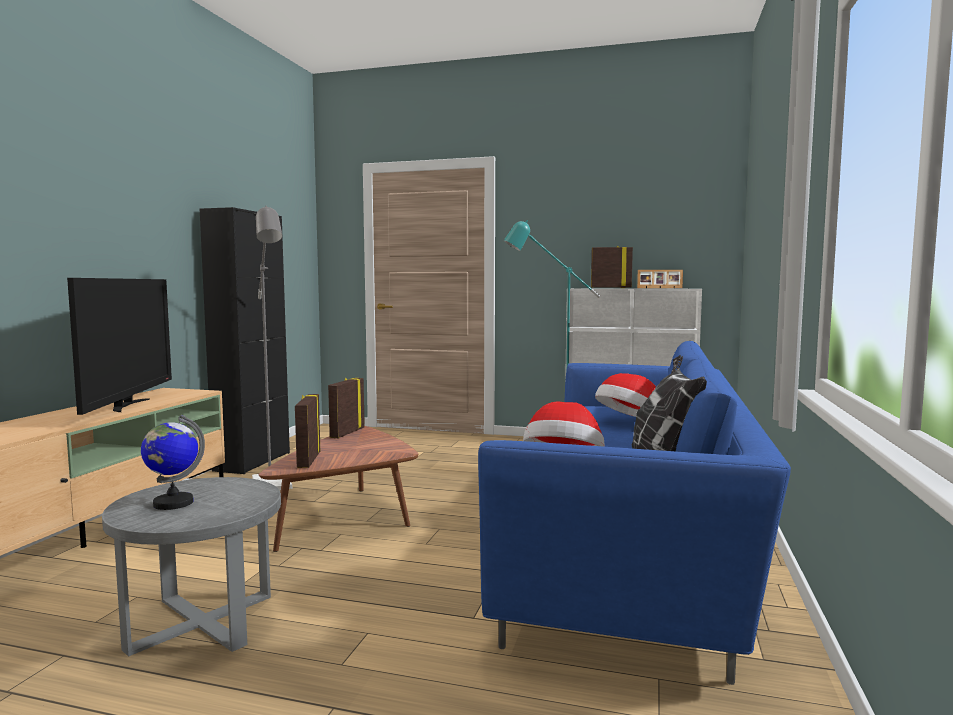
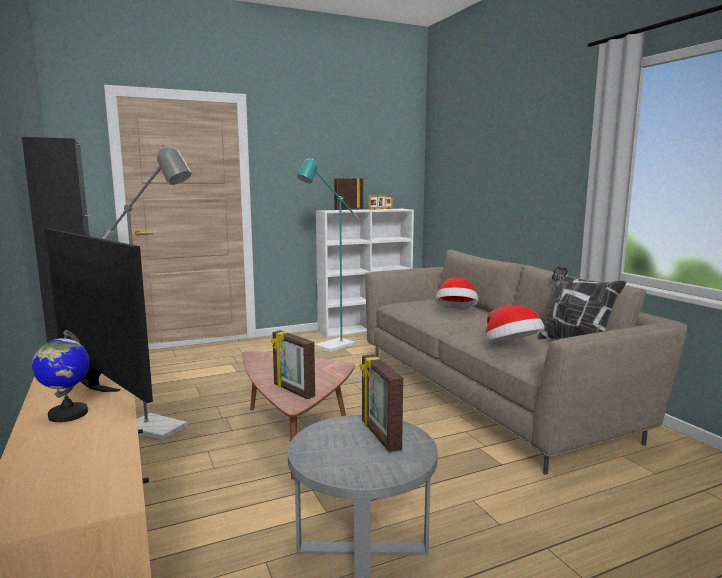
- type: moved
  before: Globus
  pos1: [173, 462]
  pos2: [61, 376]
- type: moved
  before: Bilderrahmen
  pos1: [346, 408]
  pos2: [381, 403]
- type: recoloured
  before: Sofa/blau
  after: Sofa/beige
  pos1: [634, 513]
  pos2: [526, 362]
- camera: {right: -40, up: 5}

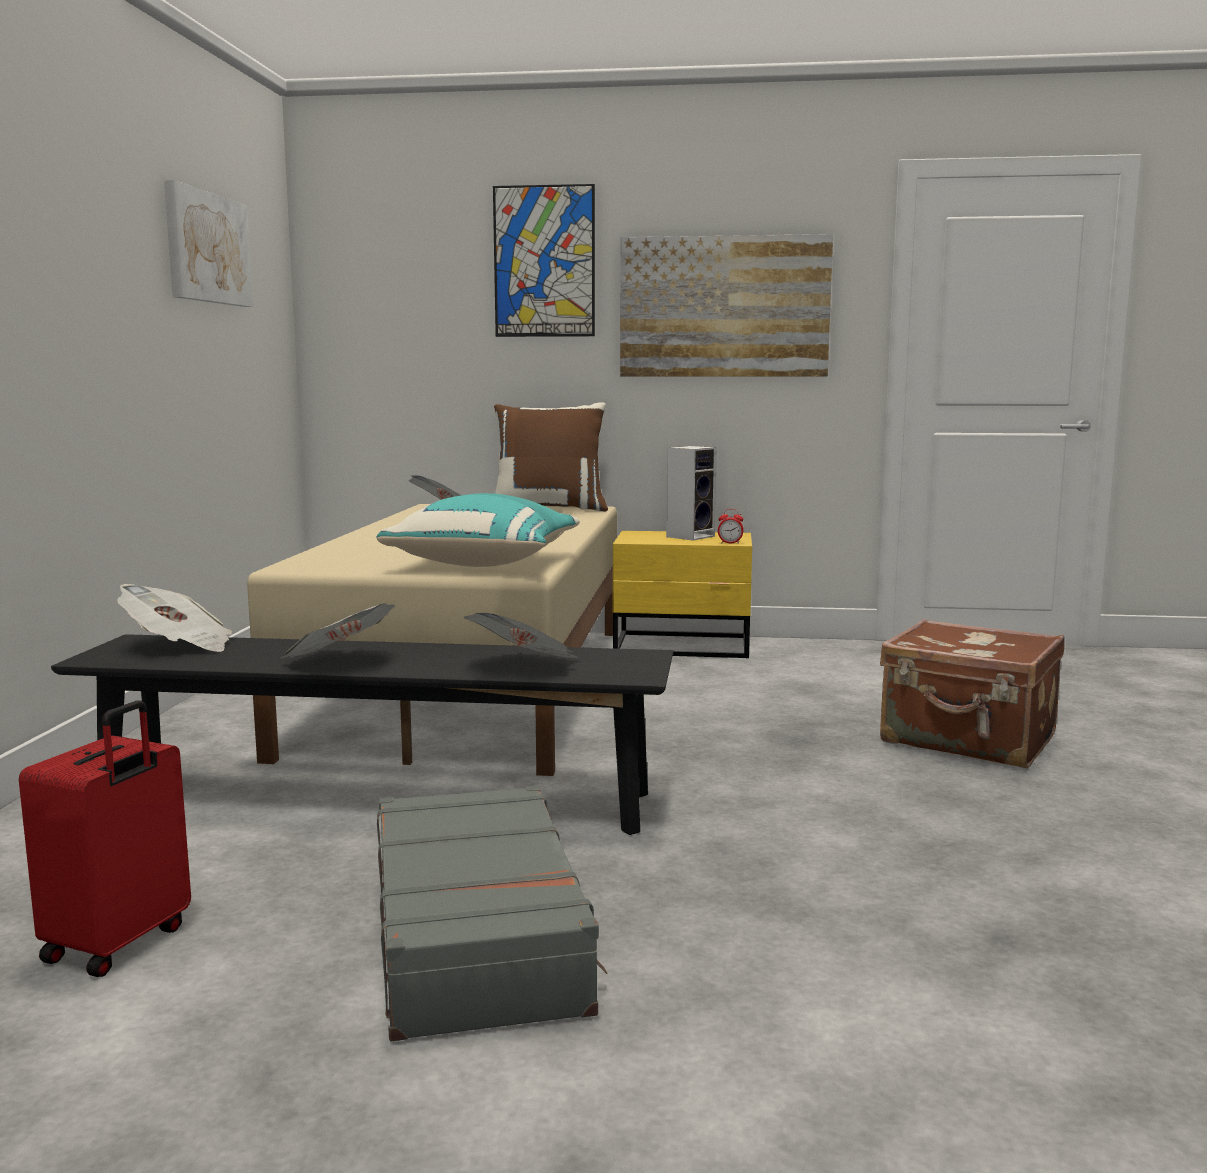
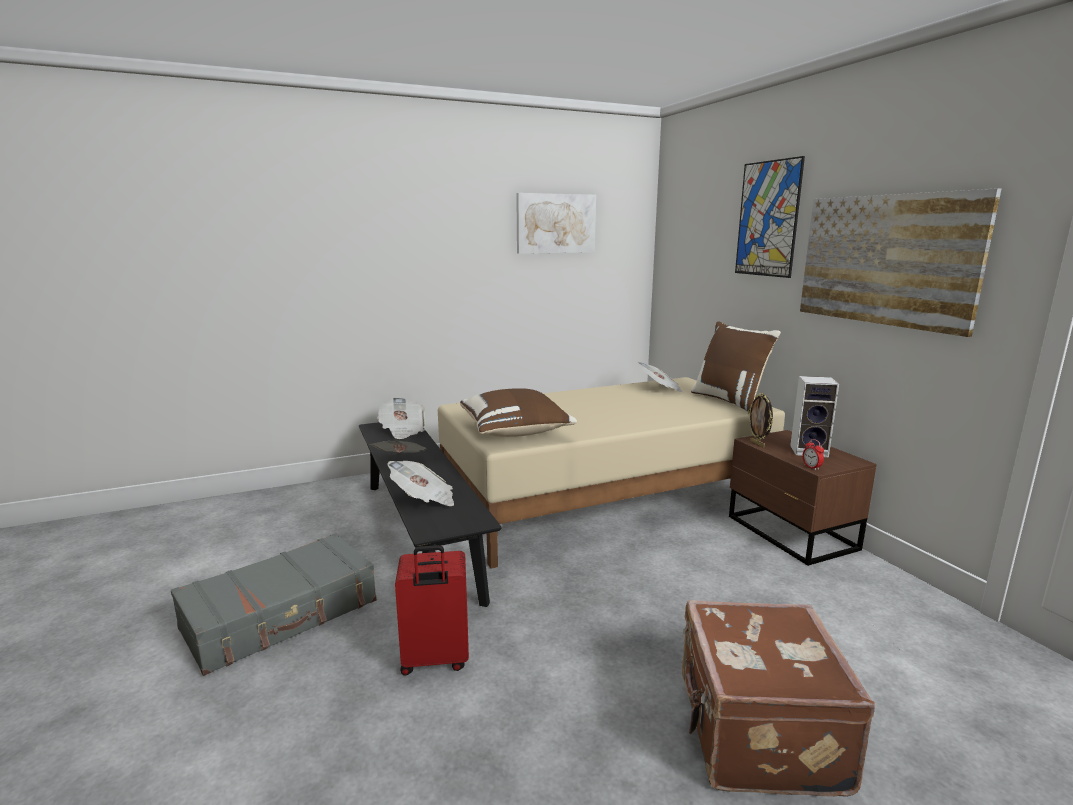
- type: moved
  before: Koffer/rot
  pos1: [105, 839]
  pos2: [432, 610]
- type: recoloured
  before: Kissen/türkis
  after: Kissen/braun
  pos1: [478, 530]
  pos2: [518, 412]
- type: recoloured
  before: Nachttisch/gelb
  after: Nachttisch/braun
  pos1: [682, 594]
  pos2: [803, 498]
- type: added
  after: Bilderrahmen
  pos2: [760, 420]
- camera: {right: 60, up: 5}

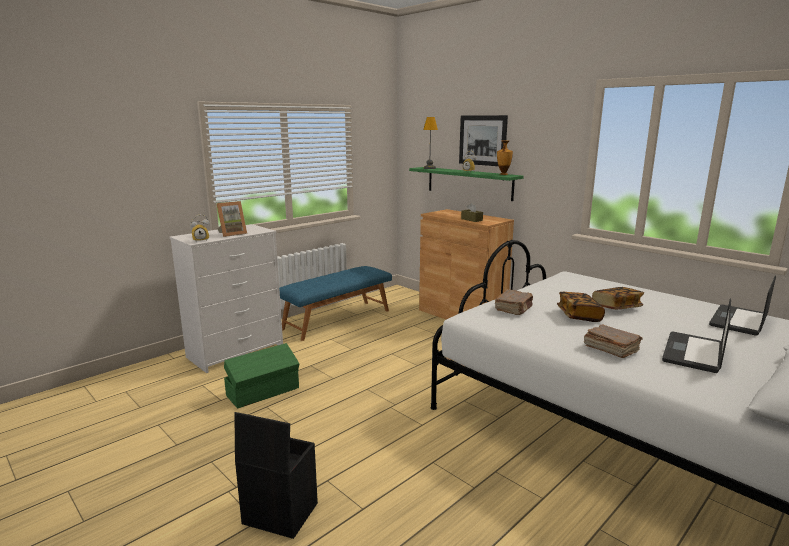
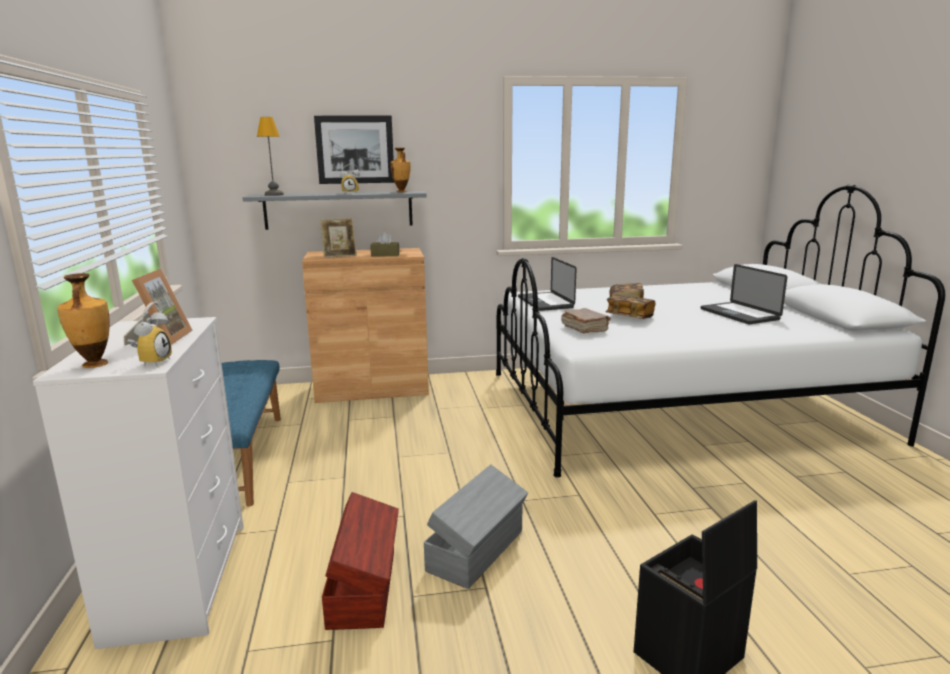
- type: recoloured
  before: Aufbewahrungsbox/grün
  after: Aufbewahrungsbox/braun
  pos1: [261, 376]
  pos2: [360, 561]
- type: recoloured
  before: Wandregal/grün
  after: Wandregal/grau
  pos1: [466, 184]
  pos2: [335, 210]
- type: removed
  before: Buch/braun
  pos1: [613, 341]
- type: moved
  before: Laptop
  pos1: [742, 305]
  pos2: [547, 284]
- type: added
  after: Vase
  pos2: [83, 320]
- type: added
  after: Bilderrahmen
  pos2: [338, 238]
- type: added
  after: Aufbewahrungsbox/grau
  pos2: [476, 526]
- camera: {right: -55, up: 0}

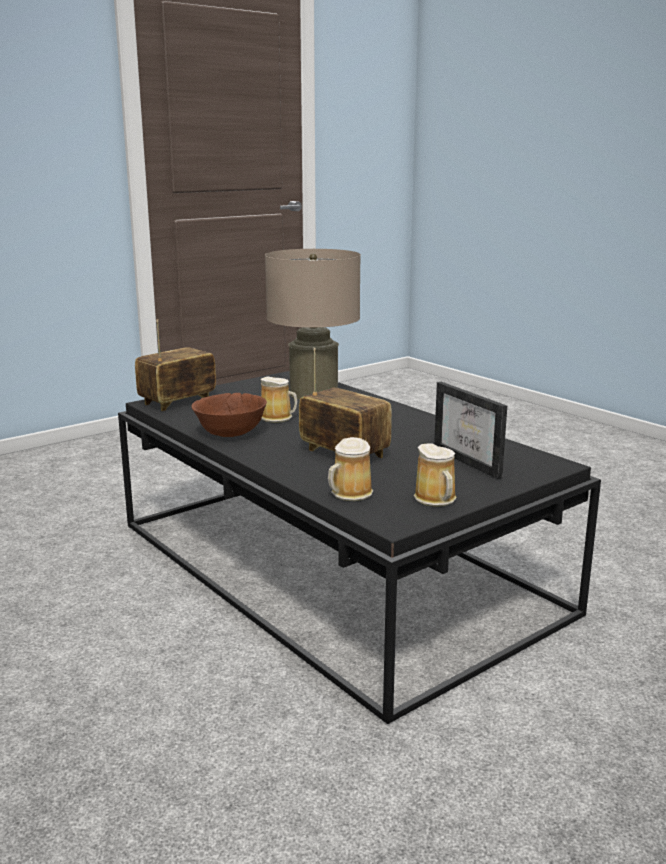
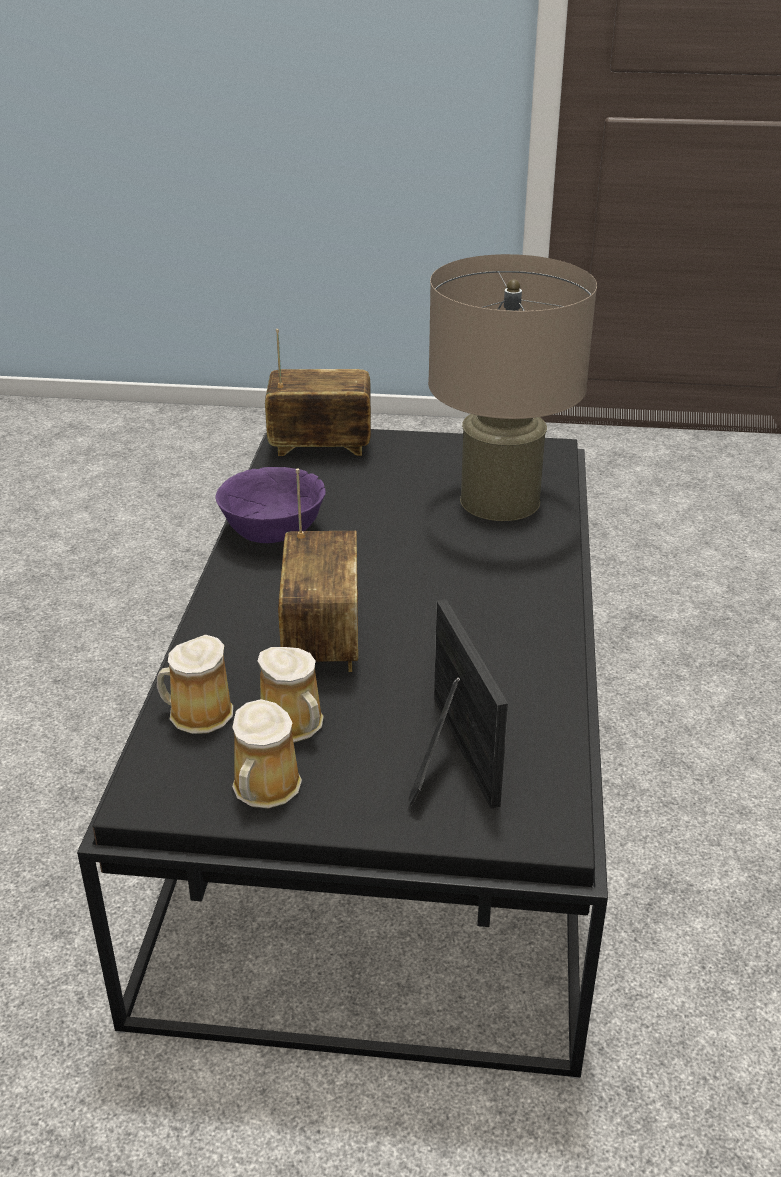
- type: recoloured
  before: Schüssel/braun
  after: Schüssel/lila
  pos1: [229, 415]
  pos2: [270, 505]
- type: moved
  before: Henkelbecher
  pos1: [279, 399]
  pos2: [291, 694]
- type: turned
  before: Bilderrahmen
  pos1: [470, 430]
  pos2: [459, 704]
  turn: 150
- camera: {right: 45, up: 15}

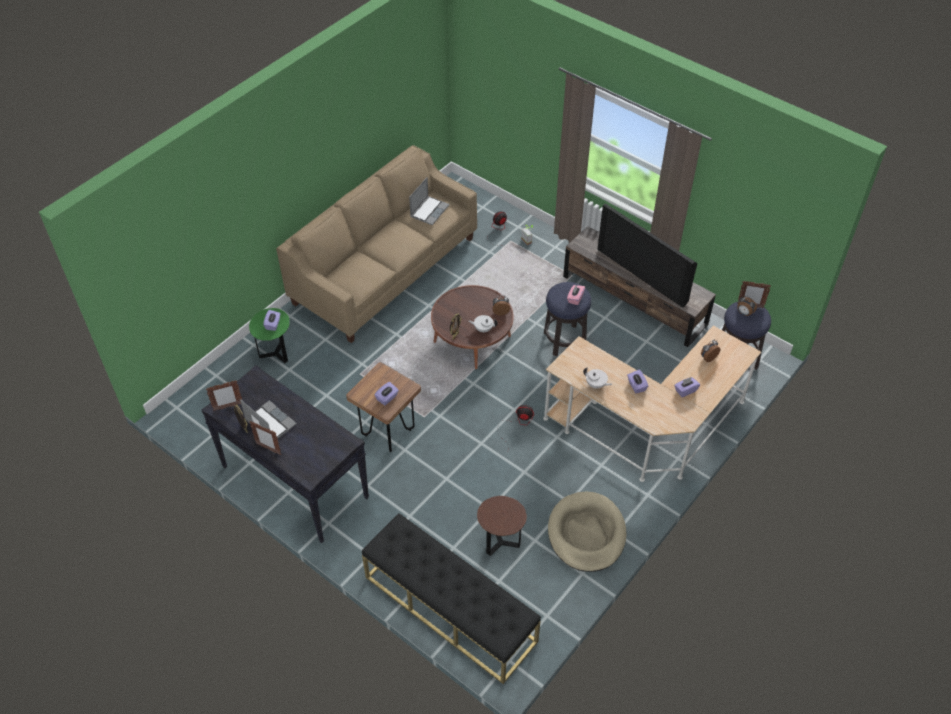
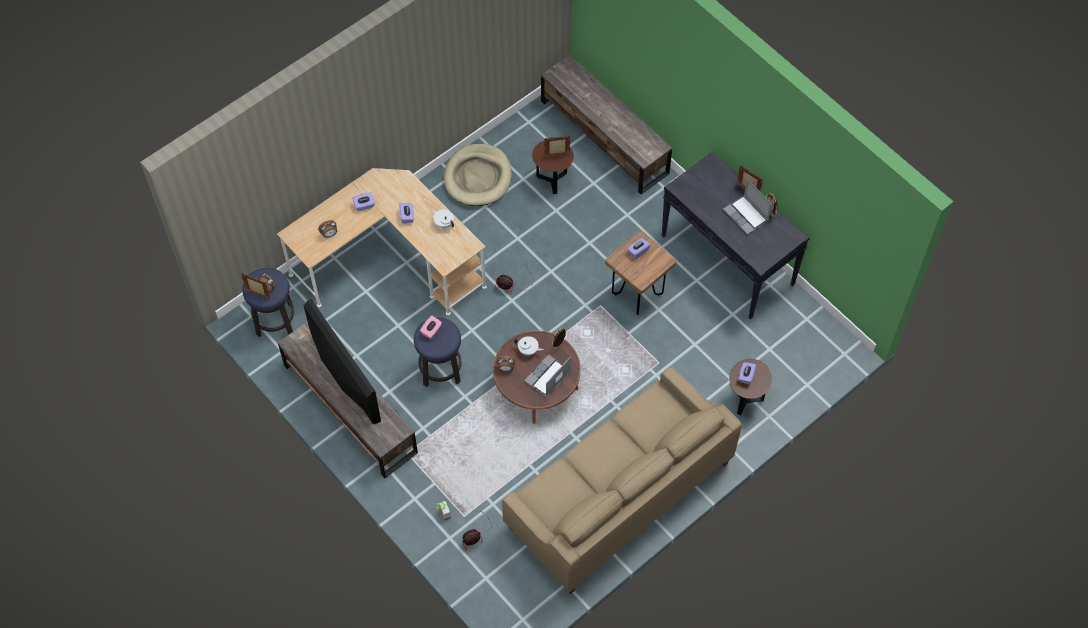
- type: moved
  before: Bilderrahmen
  pos1: [224, 395]
  pos2: [557, 146]
- type: recoloured
  before: Beistelltisch/grün
  after: Beistelltisch/braun
  pos1: [269, 335]
  pos2: [750, 387]
- type: replaced
  before: Bank/schwarz
  after: Fernsehschrank/braun
  pos1: [451, 598]
  pos2: [606, 125]
- type: moved
  before: Laptop
  pos1: [429, 201]
  pos2: [547, 375]
- camera: {right: -170, up: 10}

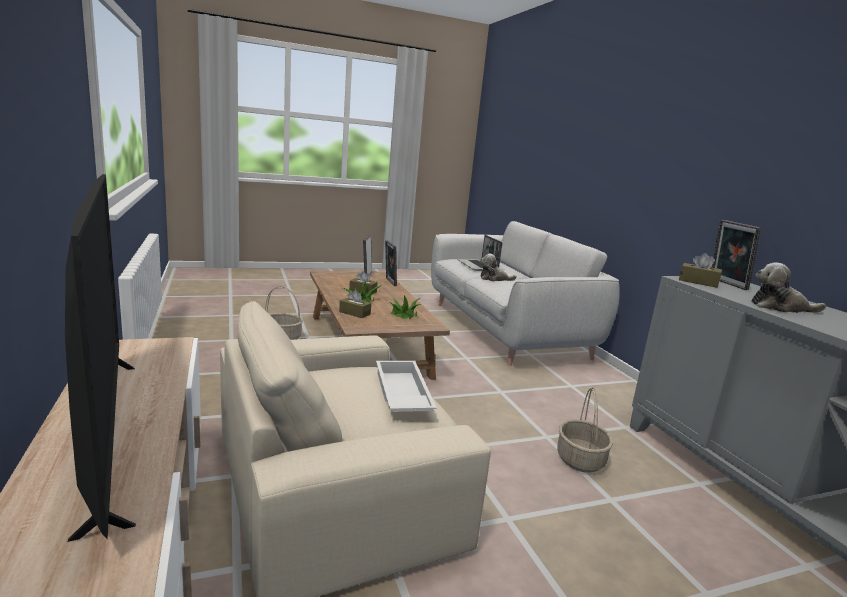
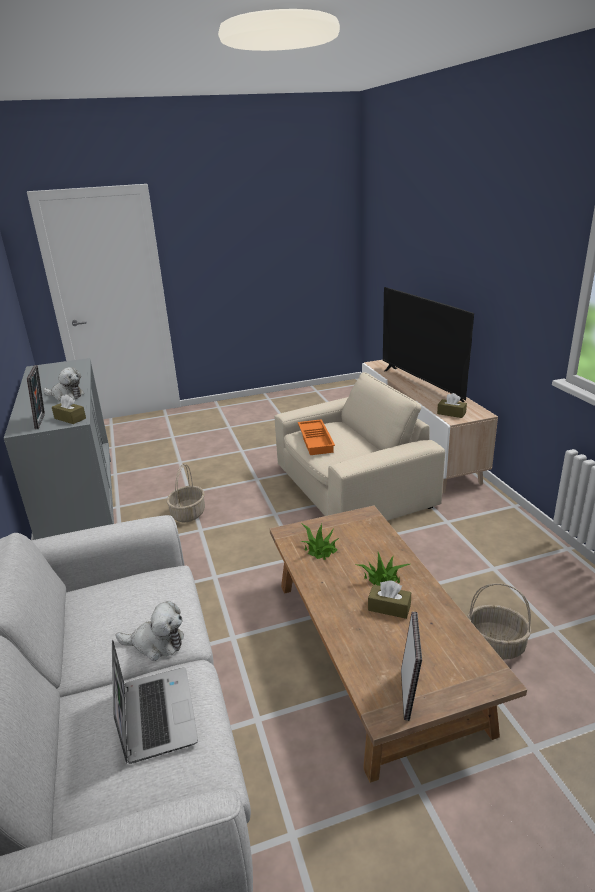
- type: moved
  before: Taschentuchbox/braun
  pos1: [355, 304]
  pos2: [452, 405]
- type: recoloured
  before: Tablett/weiß
  after: Tablett/orange
  pos1: [406, 386]
  pos2: [316, 437]
- type: removed
  before: Bilderrahmen
  pos1: [391, 263]
- camera: {right: -175, up: 10}

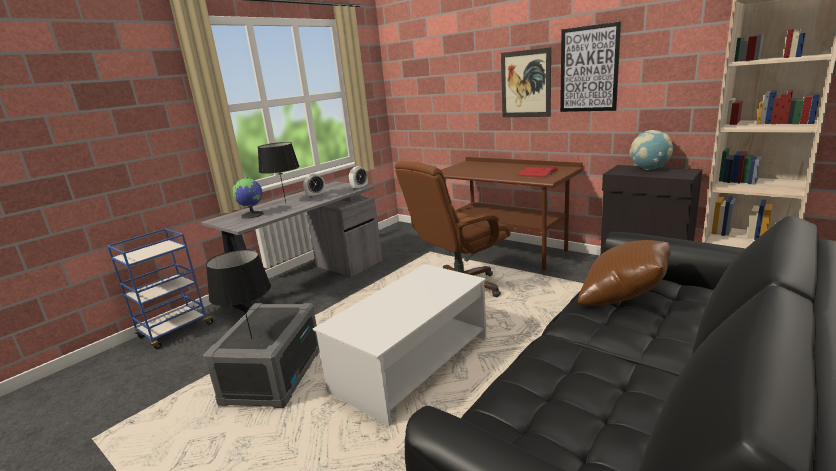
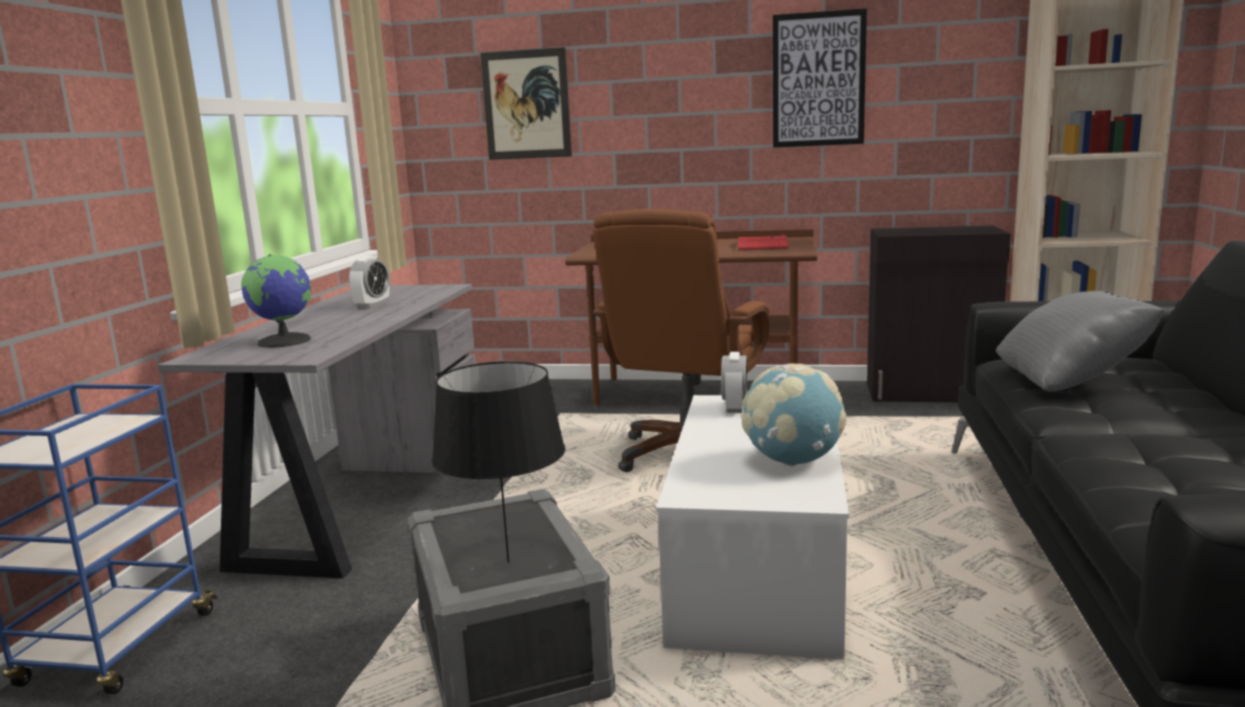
- type: removed
  before: Tischlampe/schwarz
  pos1: [279, 172]
- type: moved
  before: Wecker
  pos1: [358, 178]
  pos2: [734, 382]
- type: moved
  before: Bild
  pos1: [526, 82]
  pos2: [526, 103]
- type: recoloured
  before: Kissen/braun
  after: Kissen/grau
  pos1: [624, 272]
  pos2: [1080, 341]
- type: moved
  before: Globus
  pos1: [651, 150]
  pos2: [794, 414]
- camera: {right: -30, up: -5}

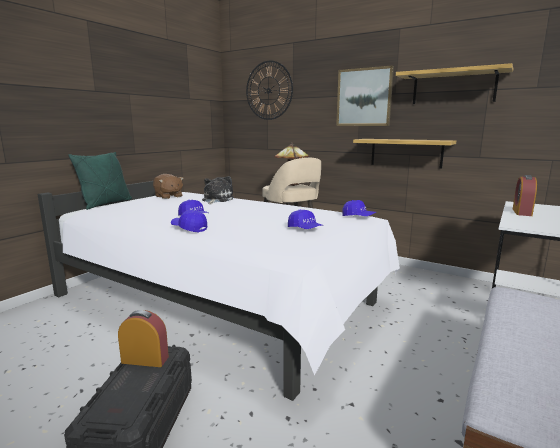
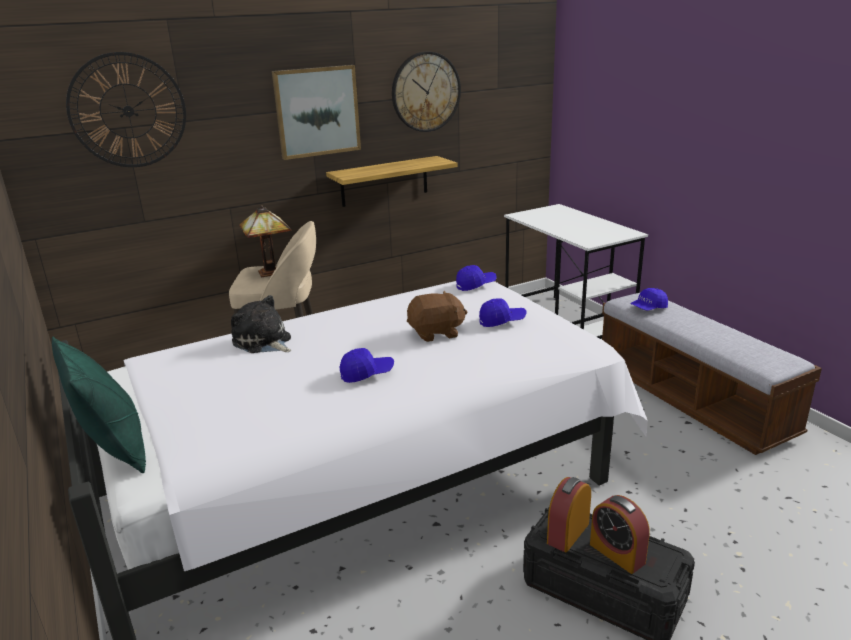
- type: moved
  before: Plüschtier/braun
  pos1: [168, 186]
  pos2: [437, 316]
- type: moved
  before: Kappe/blau
  pos1: [189, 221]
  pos2: [649, 299]
- type: replaced
  before: Wandregal
  after: Wanduhr
  pos1: [454, 83]
  pos2: [426, 92]
- type: moved
  before: Wecker
  pos1: [525, 195]
  pos2: [620, 534]
- camera: {right: -60, up: 10}

